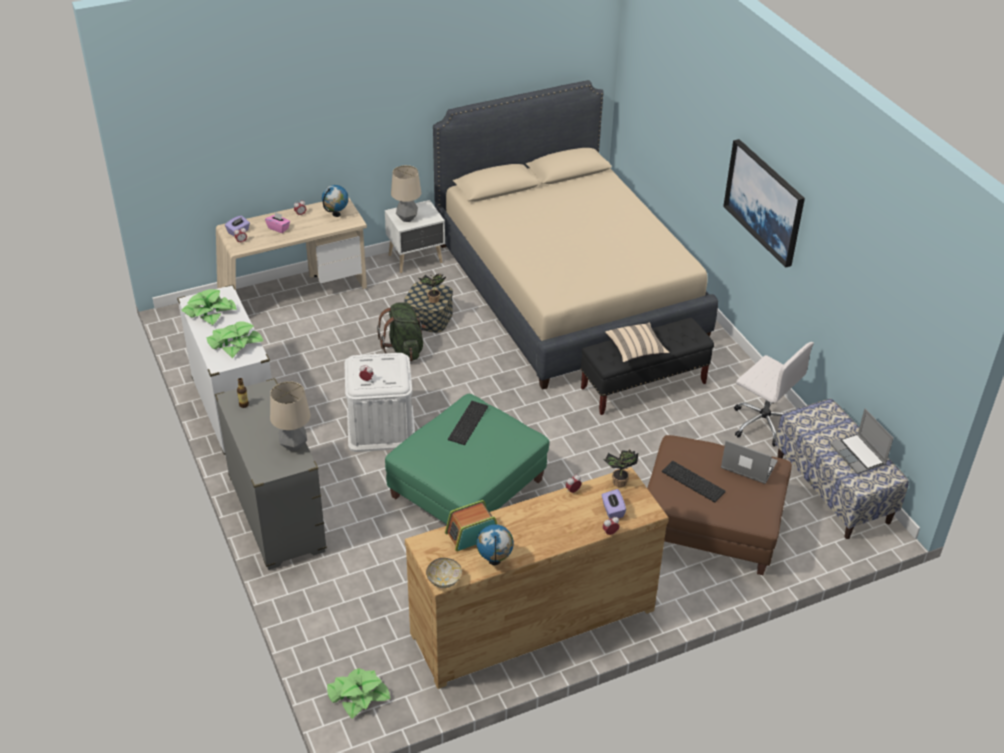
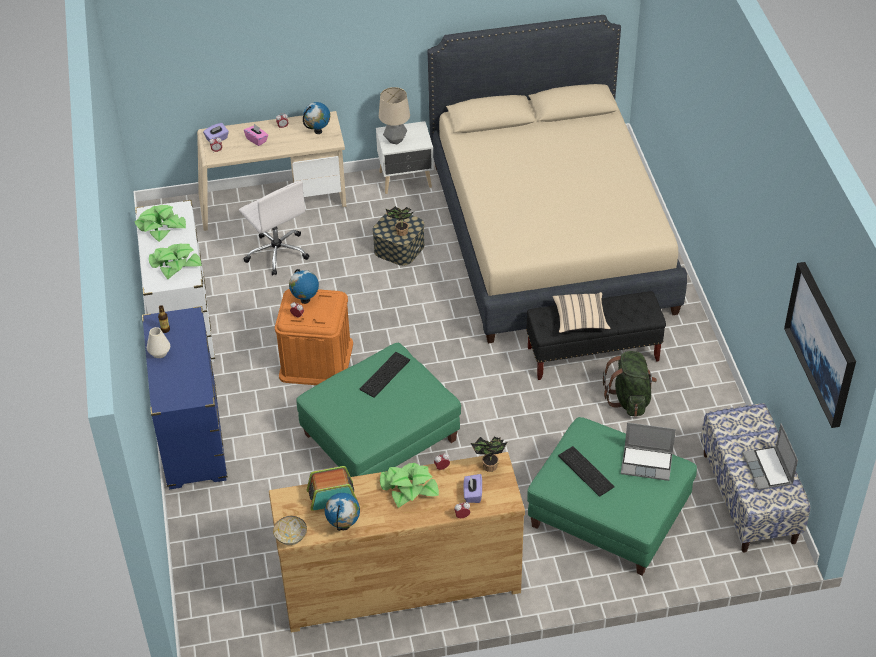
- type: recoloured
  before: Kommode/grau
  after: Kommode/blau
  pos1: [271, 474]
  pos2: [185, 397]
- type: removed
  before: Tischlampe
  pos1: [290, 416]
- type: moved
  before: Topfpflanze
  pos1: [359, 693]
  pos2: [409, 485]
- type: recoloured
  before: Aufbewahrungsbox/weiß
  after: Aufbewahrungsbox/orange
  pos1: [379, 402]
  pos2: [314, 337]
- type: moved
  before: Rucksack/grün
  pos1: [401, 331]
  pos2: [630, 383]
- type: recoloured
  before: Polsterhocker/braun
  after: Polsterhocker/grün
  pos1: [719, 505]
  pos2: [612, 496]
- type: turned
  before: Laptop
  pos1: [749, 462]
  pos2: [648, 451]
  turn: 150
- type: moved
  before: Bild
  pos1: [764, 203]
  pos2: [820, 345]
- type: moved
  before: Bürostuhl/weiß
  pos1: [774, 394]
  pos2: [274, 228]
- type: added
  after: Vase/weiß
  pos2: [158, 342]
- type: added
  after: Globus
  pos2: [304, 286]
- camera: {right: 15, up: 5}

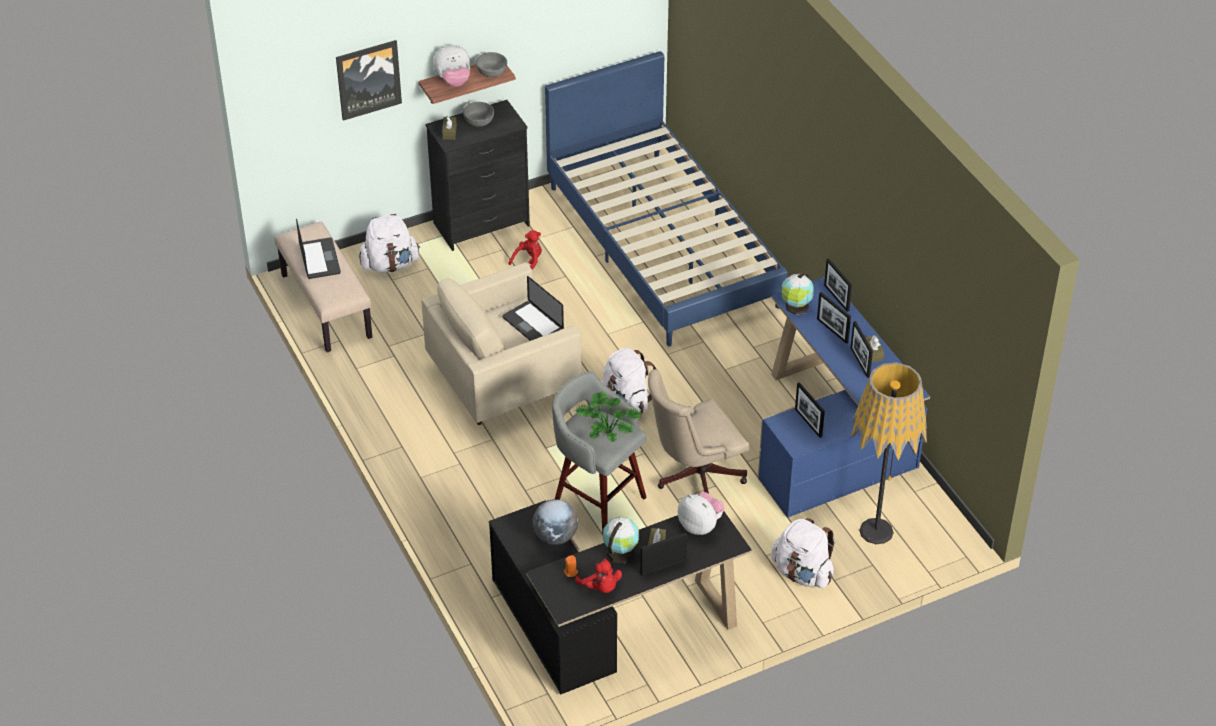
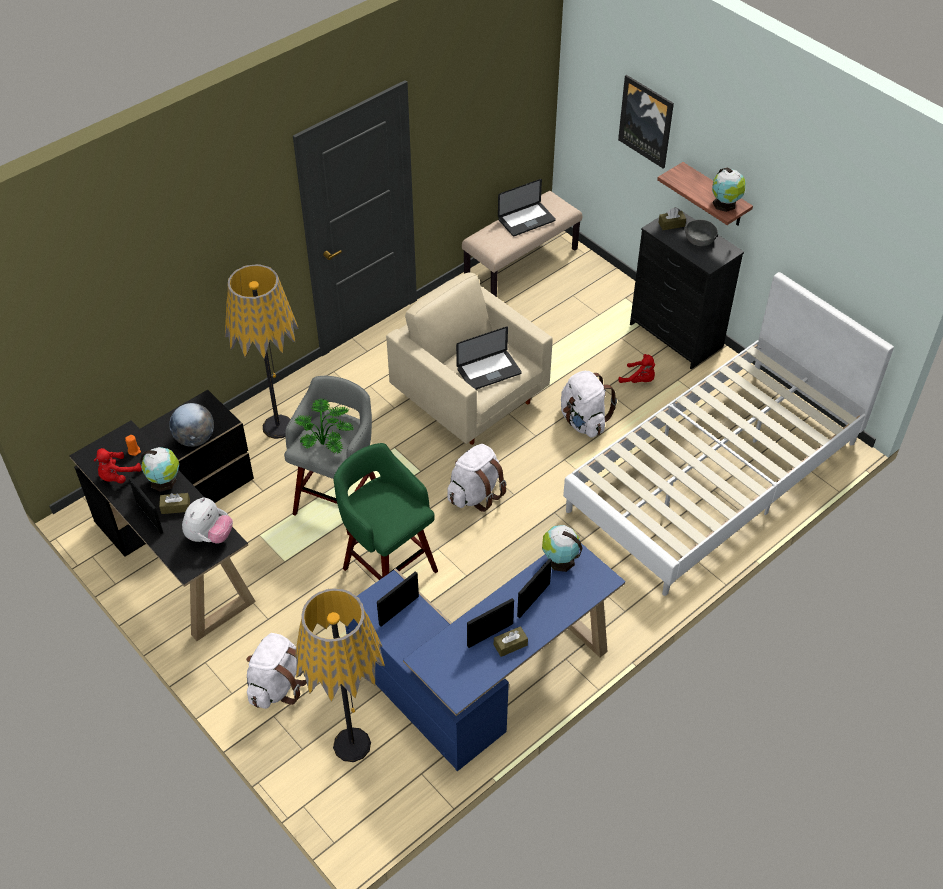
- type: moved
  before: Rucksack/weiß
  pos1: [389, 243]
  pos2: [589, 404]
- type: removed
  before: Plüschtier
  pos1: [451, 66]
- type: replaced
  before: Schüssel/grau
  after: Globus
  pos1: [491, 64]
  pos2: [729, 190]
- type: turned
  before: Laptop
  pos1: [533, 308]
  pos2: [489, 358]
  turn: -150
- type: recoloured
  before: Bett/blau
  after: Bett/weiß
  pos1: [666, 199]
  pos2: [728, 434]
- type: replaced
  before: Bürostuhl/beige
  after: Hocker/grün
  pos1: [698, 431]
  pos2: [386, 511]
- type: removed
  before: Bilderrahmen
  pos1: [838, 285]
- type: added
  after: Stehlampe
  pos2: [262, 351]
- camera: {right: 75, up: 5}

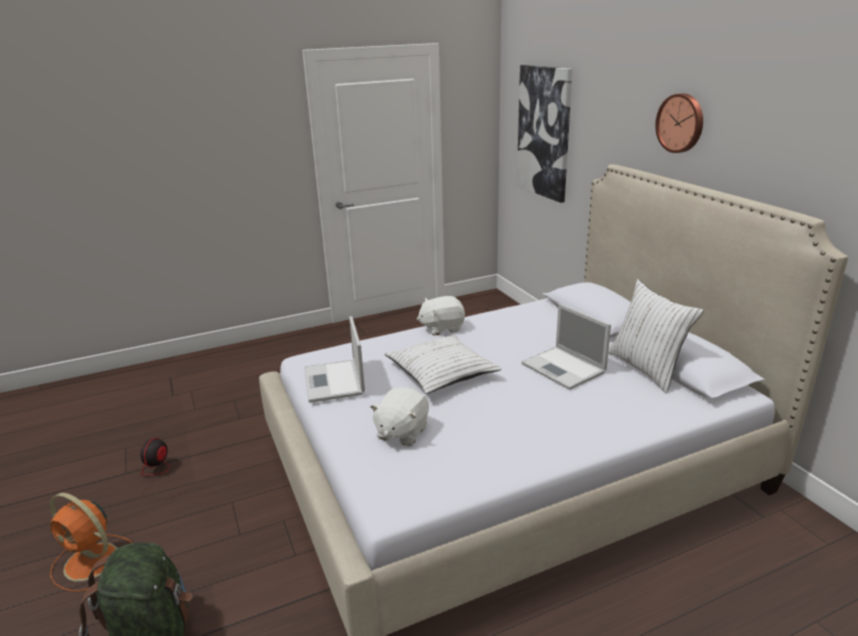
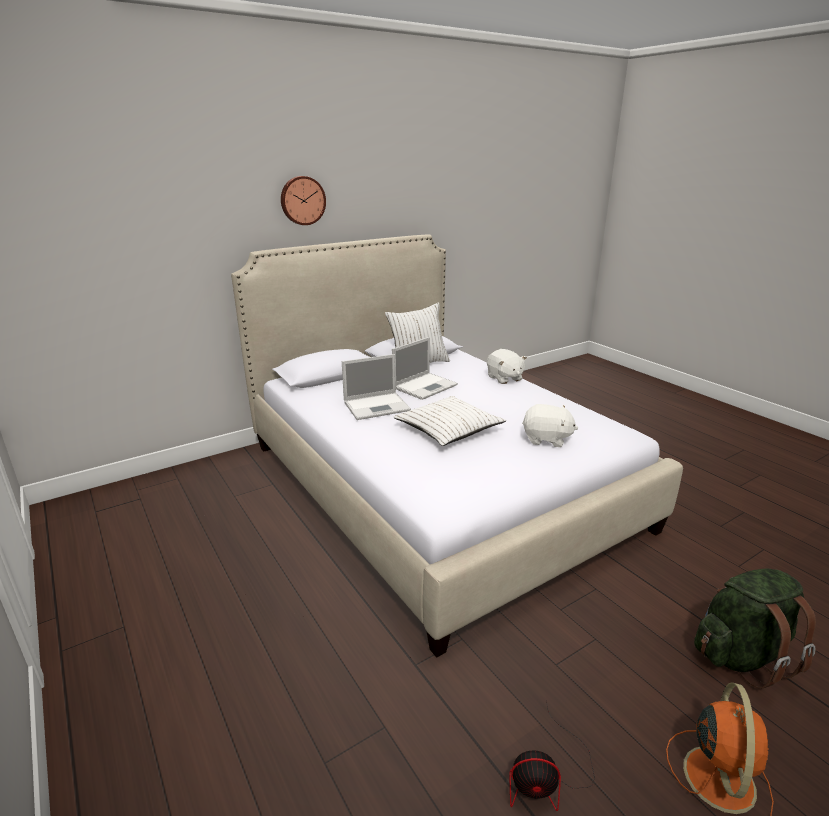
- type: moved
  before: Laptop
  pos1: [334, 359]
  pos2: [376, 387]
- type: moved
  before: Plüschtier/weiß
  pos1: [441, 316]
  pos2: [507, 366]
- type: removed
  before: Bild
  pos1: [545, 134]
- camera: {right: -100, up: 0}

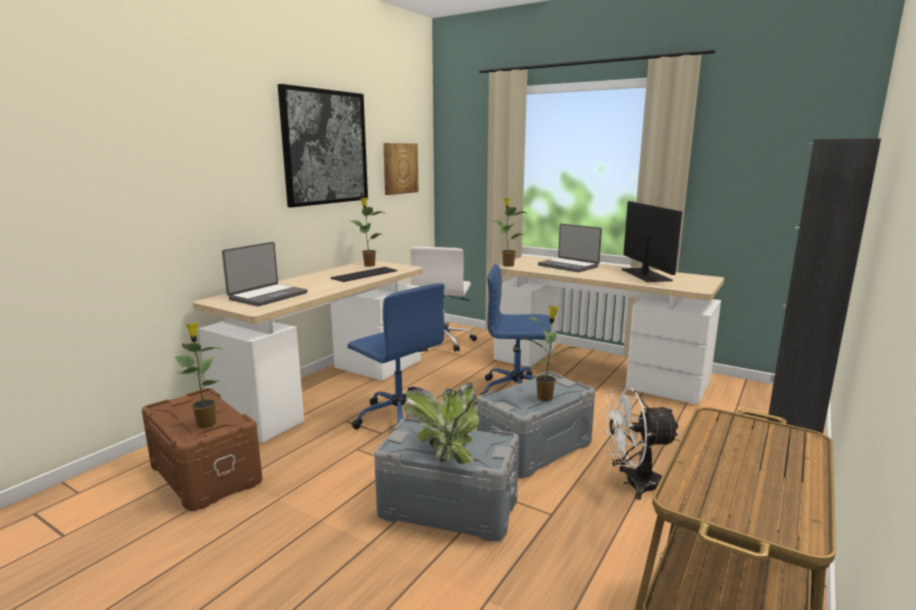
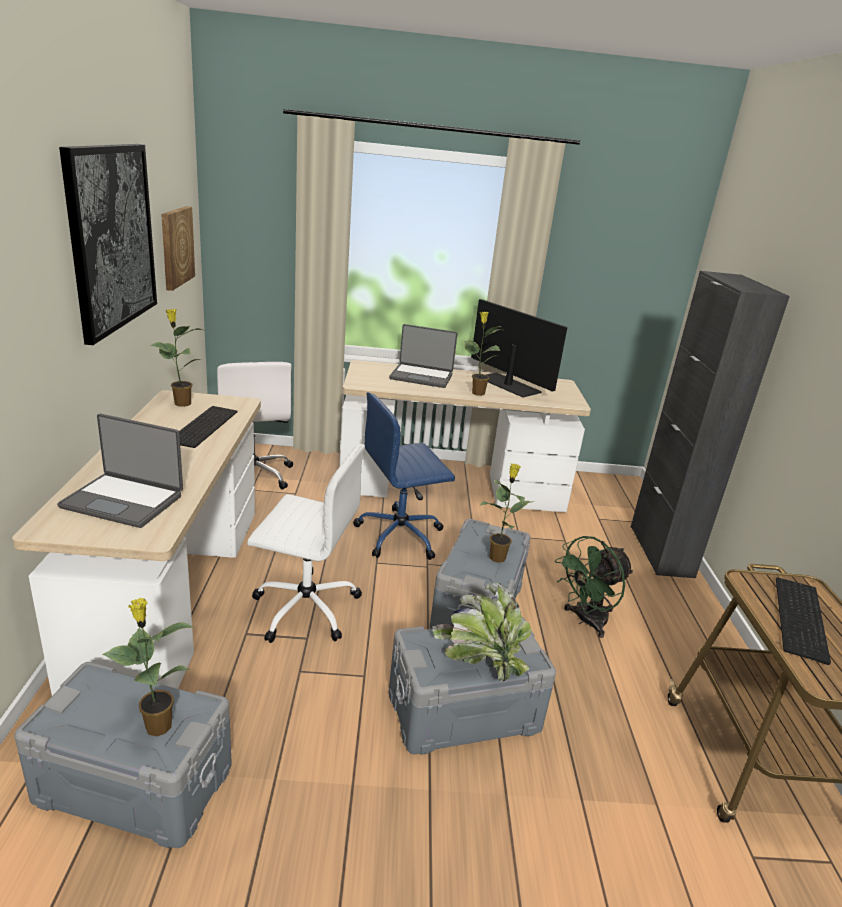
- type: recoloured
  before: Aufbewahrungsbox/braun
  after: Aufbewahrungsbox/grau
  pos1: [202, 449]
  pos2: [123, 755]
- type: turned
  before: Laptop
  pos1: [265, 274]
  pos2: [120, 470]
  turn: 105
- type: recoloured
  before: Bürostuhl/blau
  after: Bürostuhl/weiß
  pos1: [396, 356]
  pos2: [306, 543]
- type: moved
  before: Topfpflanze
  pos1: [510, 232]
  pos2: [484, 354]
- type: recoloured
  before: Ventilator/weiß
  after: Ventilator/grün
  pos1: [641, 444]
  pos2: [594, 587]
- type: added
  after: Tastatur
  pos2: [803, 621]
- camera: {right: -35, up: 10}

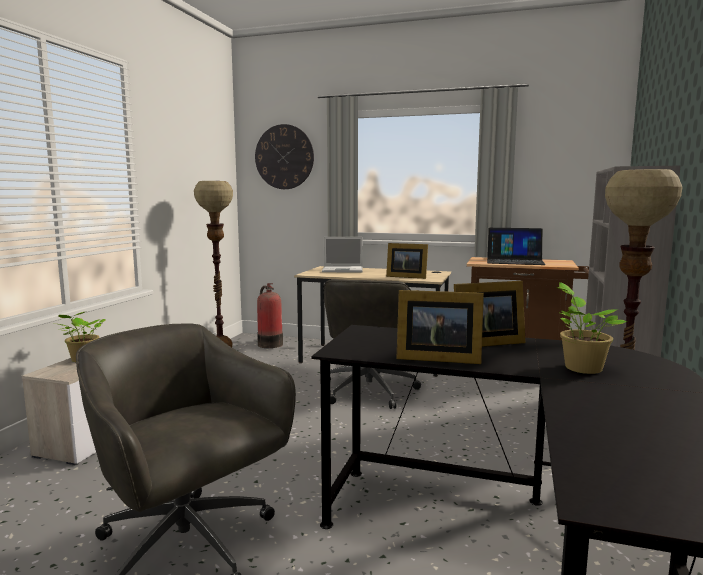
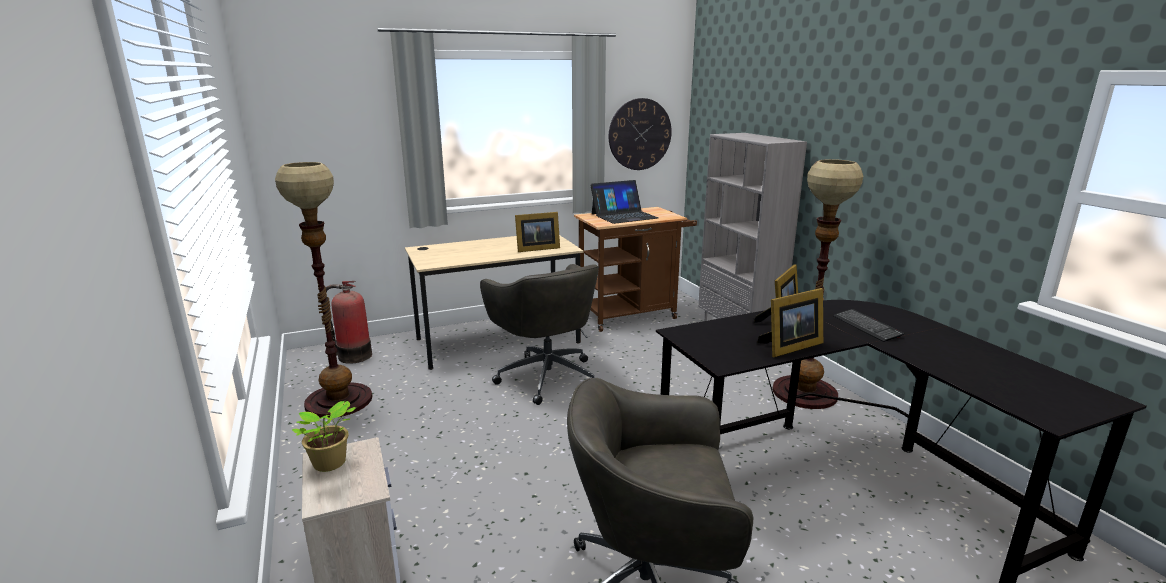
- type: moved
  before: Wanduhr
  pos1: [284, 156]
  pos2: [640, 134]
- type: removed
  before: Laptop
  pos1: [342, 254]
- type: replaced
  before: Topfpflanze
  after: Tastatur
  pos1: [592, 328]
  pos2: [868, 325]
- camera: {right: -40, up: 10}

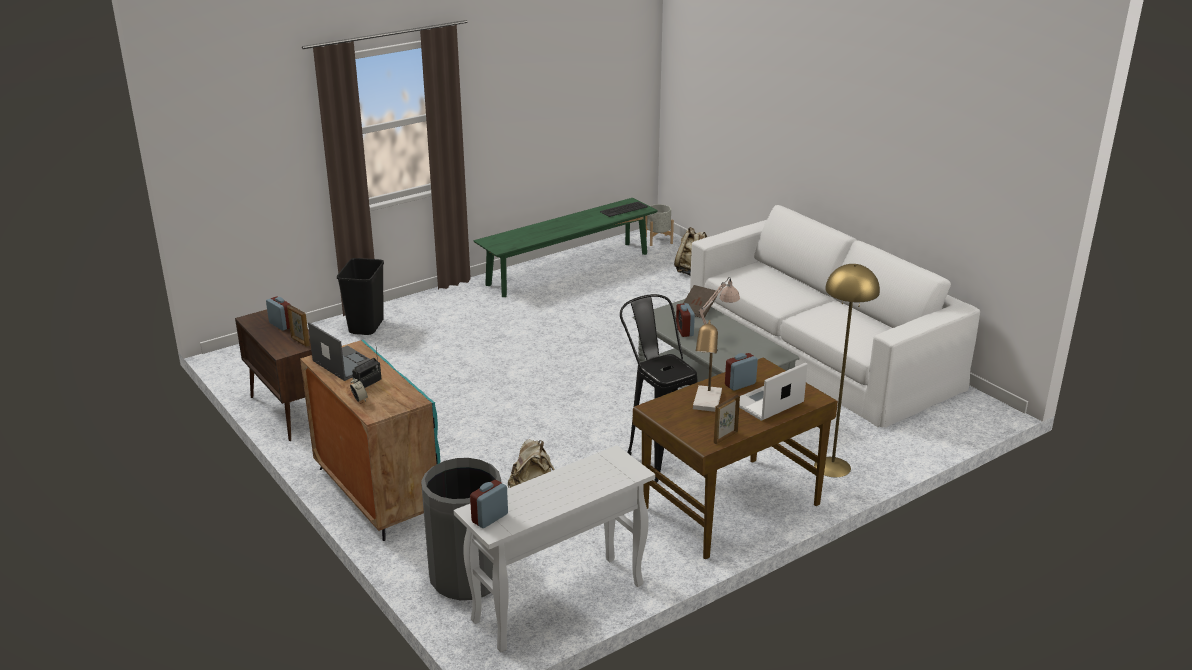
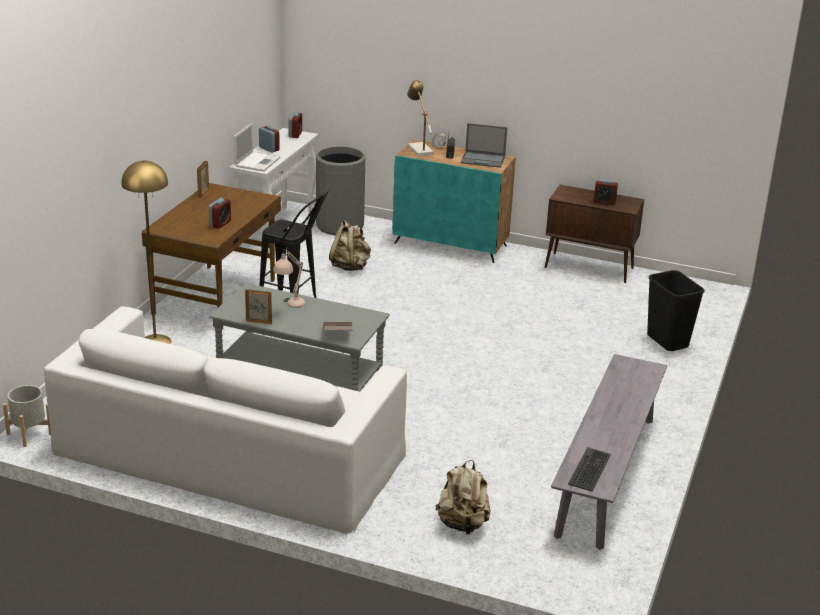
- type: moved
  before: Bilderrahmen
  pos1: [298, 326]
  pos2: [258, 306]
- type: recoloured
  before: Bank/grün
  after: Bank/grau
  pos1: [565, 247]
  pos2: [609, 452]
- type: moved
  before: Pflanzkübel/grau
  pos1: [659, 225]
  pos2: [27, 416]
- type: moved
  before: Wecker
  pos1: [685, 320]
  pos2: [269, 139]
- type: moved
  before: Tischlampe
  pos1: [707, 366]
  pos2: [420, 118]
- type: moved
  before: Laptop
  pos1: [773, 392]
  pos2: [257, 147]
- camera: {right: 145, up: 0}

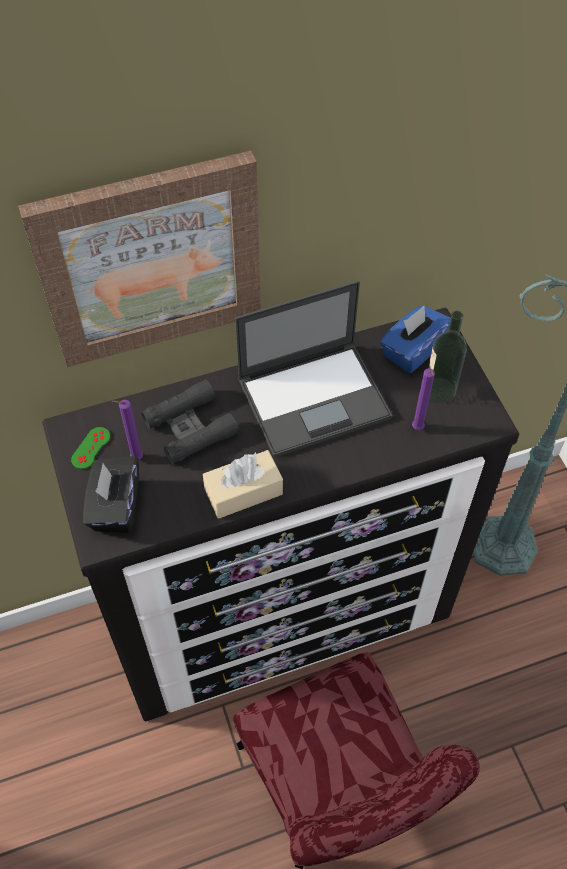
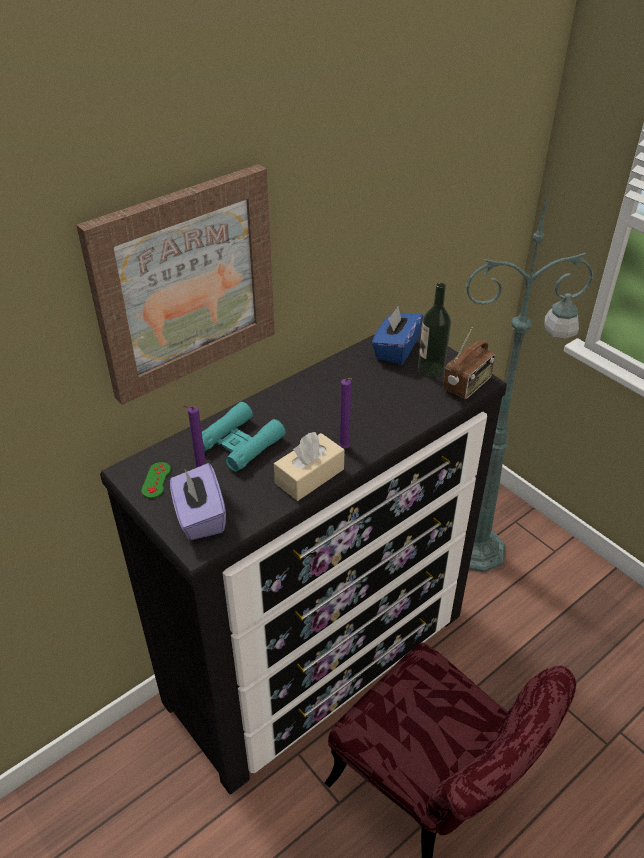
- type: recoloured
  before: Taschentuchbox/schwarz
  after: Taschentuchbox/lila
  pos1: [111, 494]
  pos2: [198, 501]
- type: recoloured
  before: Fernglas/schwarz
  after: Fernglas/türkis
  pos1: [190, 422]
  pos2: [244, 437]
- type: removed
  before: Laptop
  pos1: [313, 369]
- type: moved
  before: Kerze/lila
  pos1: [423, 399]
  pos2: [345, 413]
- type: added
  after: Radio
  pos2: [469, 363]
- camera: {right: -20, up: -15}

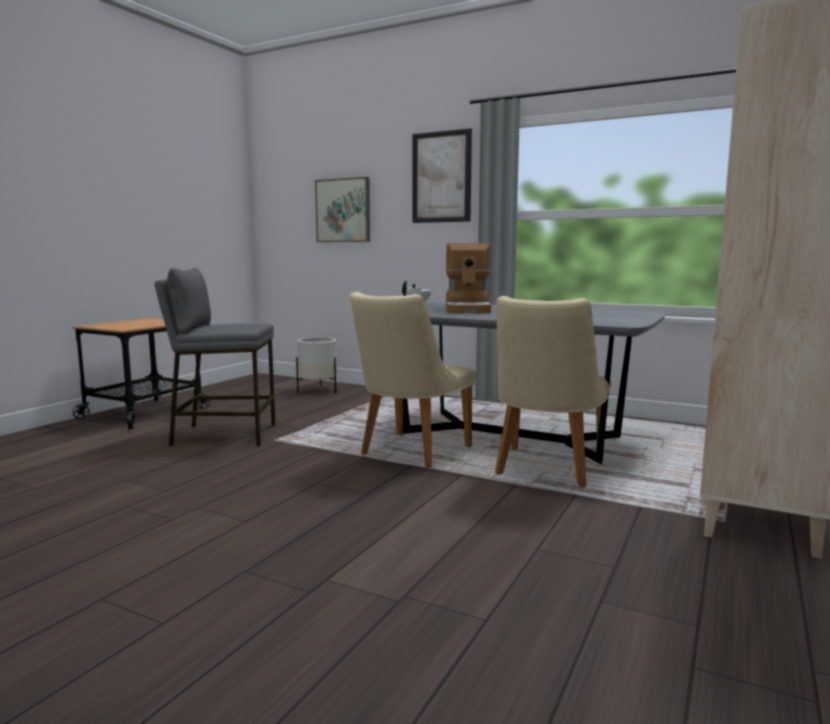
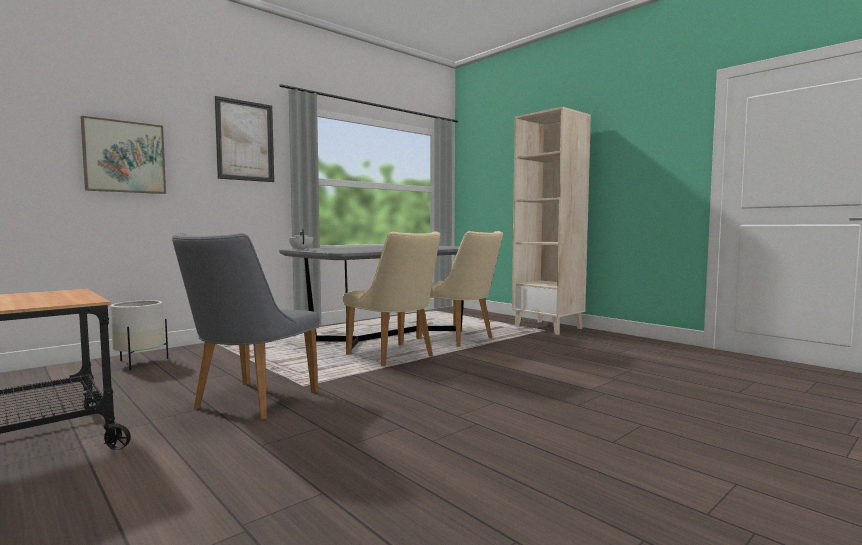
- type: replaced
  before: Hocker/grau
  after: Stuhl/grau
  pos1: [214, 357]
  pos2: [246, 326]
- type: removed
  before: Kaffeemaschine
  pos1: [468, 278]
- camera: {right: -70, up: -5}

